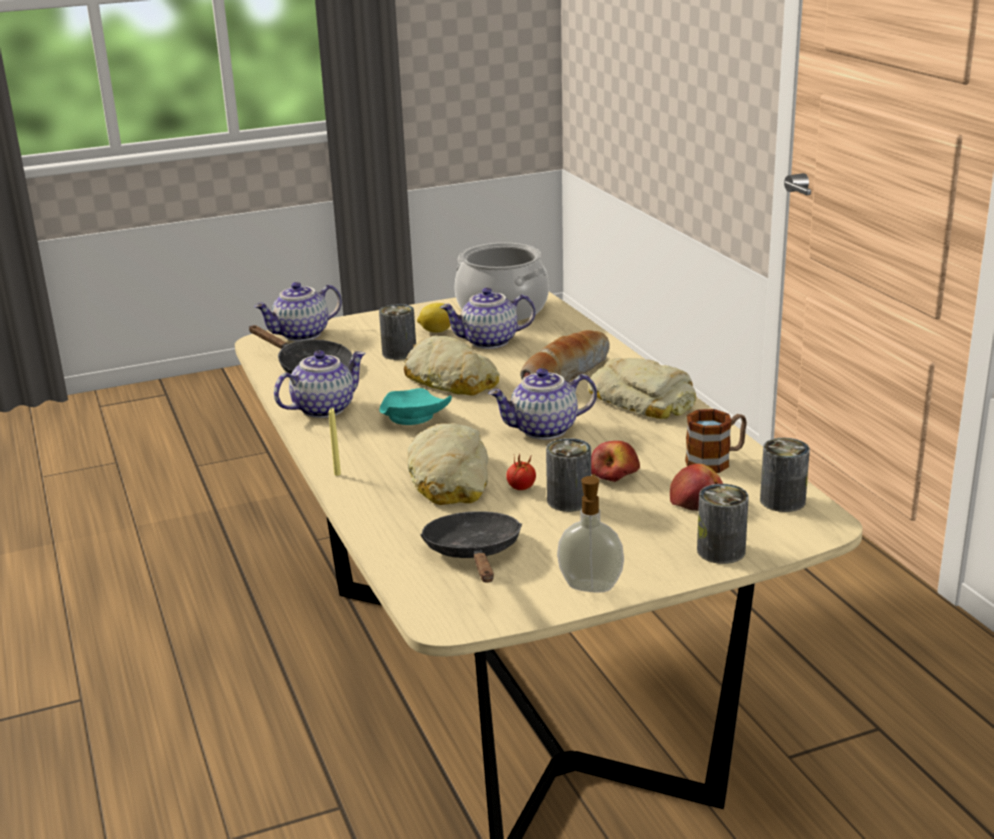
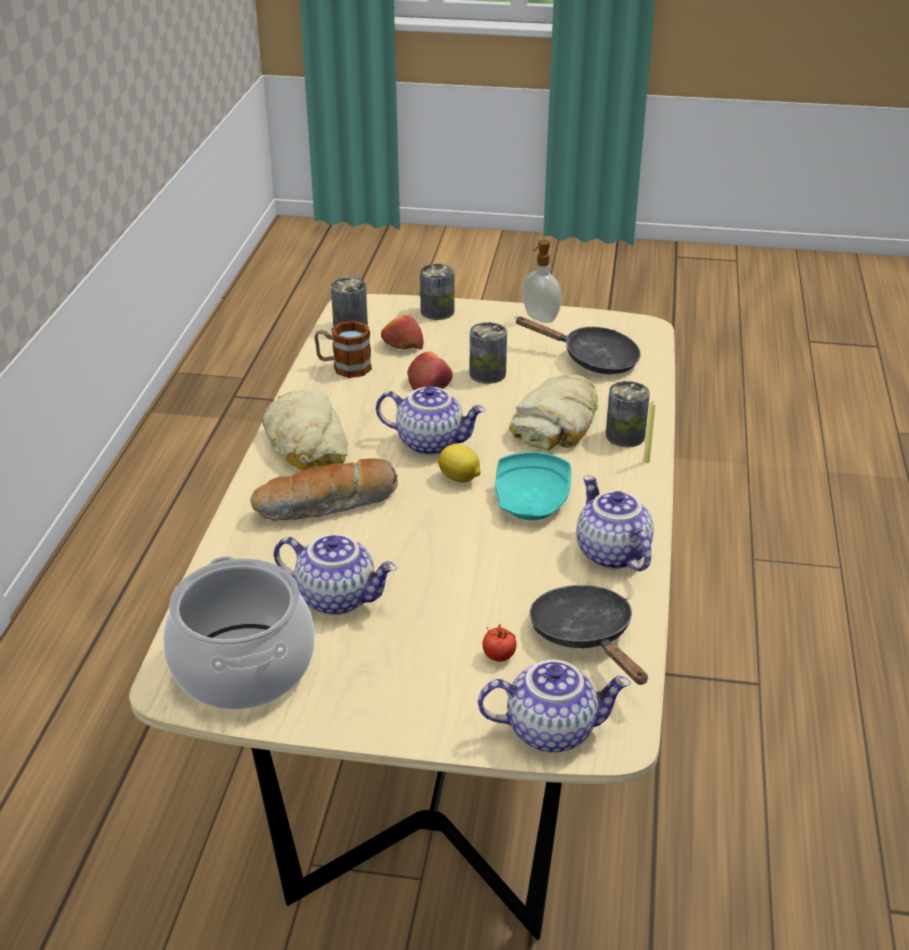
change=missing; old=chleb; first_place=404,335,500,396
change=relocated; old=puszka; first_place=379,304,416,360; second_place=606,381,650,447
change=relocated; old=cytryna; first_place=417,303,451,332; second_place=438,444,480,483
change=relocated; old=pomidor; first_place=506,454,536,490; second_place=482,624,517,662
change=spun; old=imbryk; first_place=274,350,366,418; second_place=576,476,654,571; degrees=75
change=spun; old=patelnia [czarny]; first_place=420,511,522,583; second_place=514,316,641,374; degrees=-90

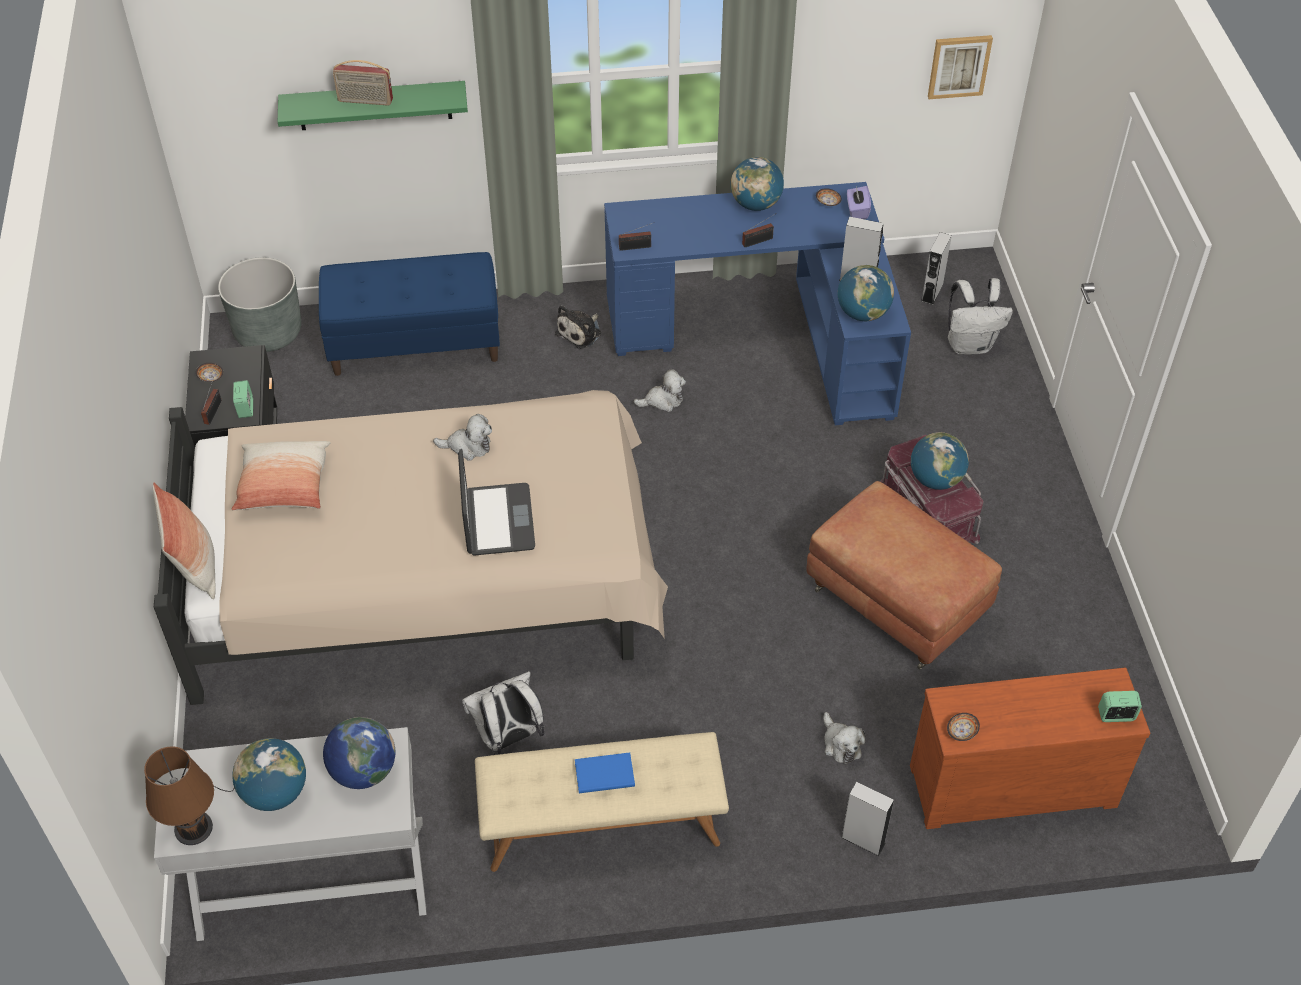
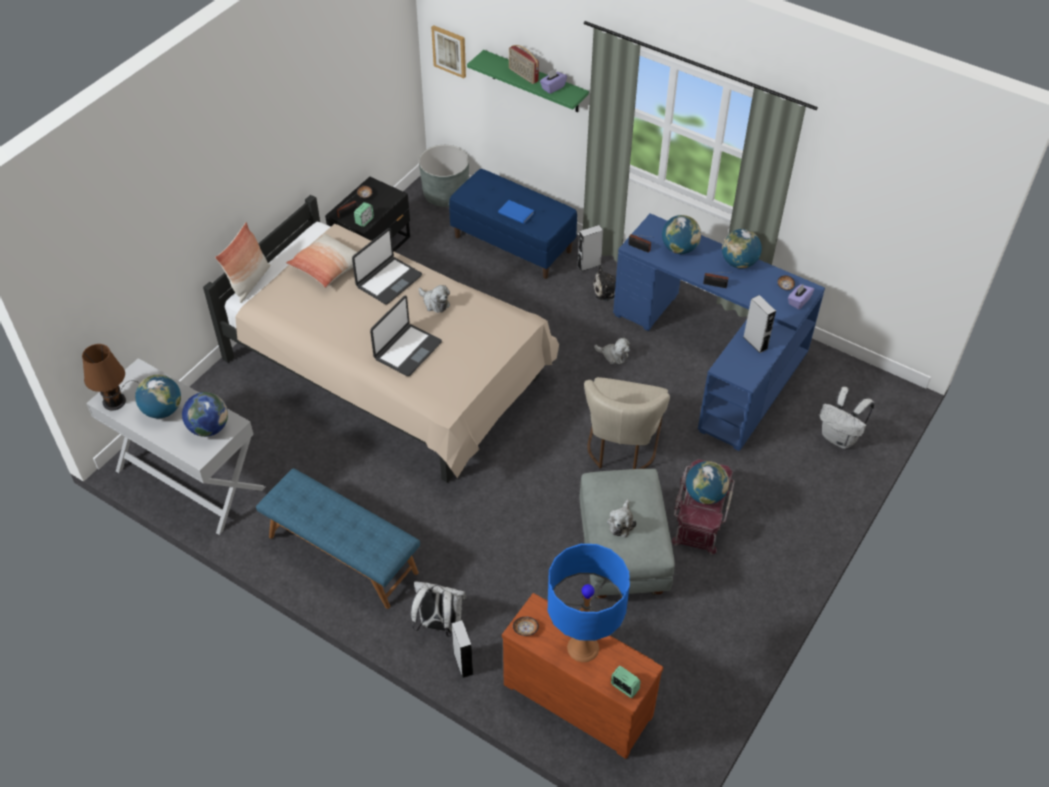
change=appeared; new=laptop; second_place=352,228,422,305
change=appeared; new=pudełko chusteczek [fioletowy]; second_place=540,69,567,94
change=appeared; new=lampa stołowa [niebieski]; second_place=548,544,630,662
change=appeared; new=krzesło [beżowy]; second_place=584,377,670,469
change=relocated; old=plecak [biały]; first_place=462,671,545,755; second_place=411,582,466,637
change=relocated; old=książka [niebieski]; first_place=575,752,635,793; second_place=498,200,534,224
change=relocated; old=pluszak; first_place=823,712,865,764; second_place=607,499,637,537
change=relocated; old=globus; first_place=838,265,894,321; second_place=662,215,701,254
change=relocated; old=głośnik [szary]; first_place=921,232,952,305; second_place=577,225,603,272
change=relocated; old=obraz; first_place=928,35,993,99; second_place=431,25,466,78
change=colour; old=ławka [beżowy]; new=ławka [niebieski]; first_place=475,732,729,872; second_place=256,468,420,609
change=colour; old=pufa [brązowy]; new=pufa [szary]; first_place=806,481,1002,669; second_place=579,469,675,599

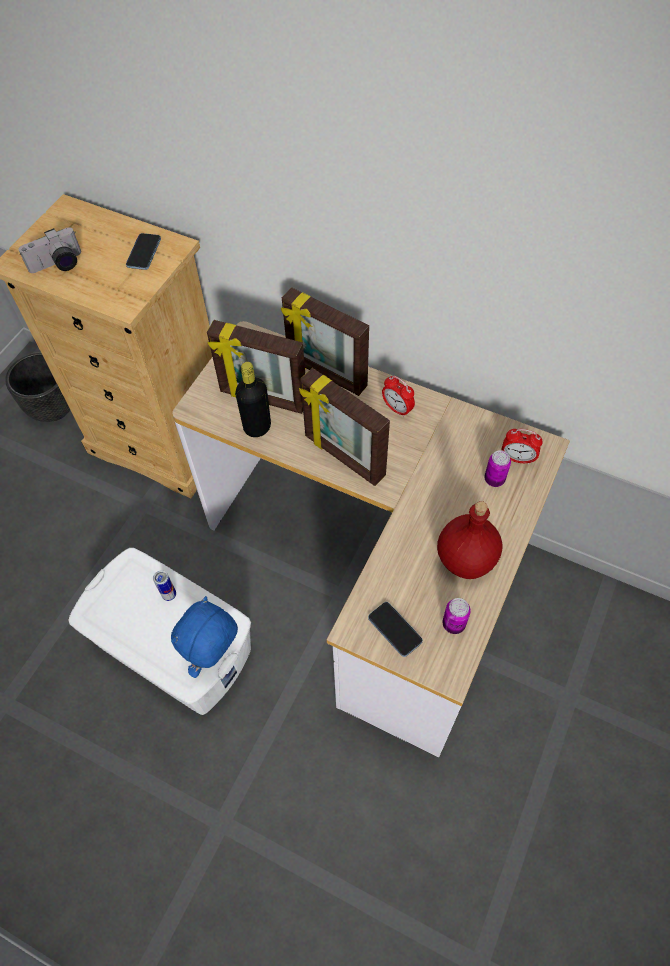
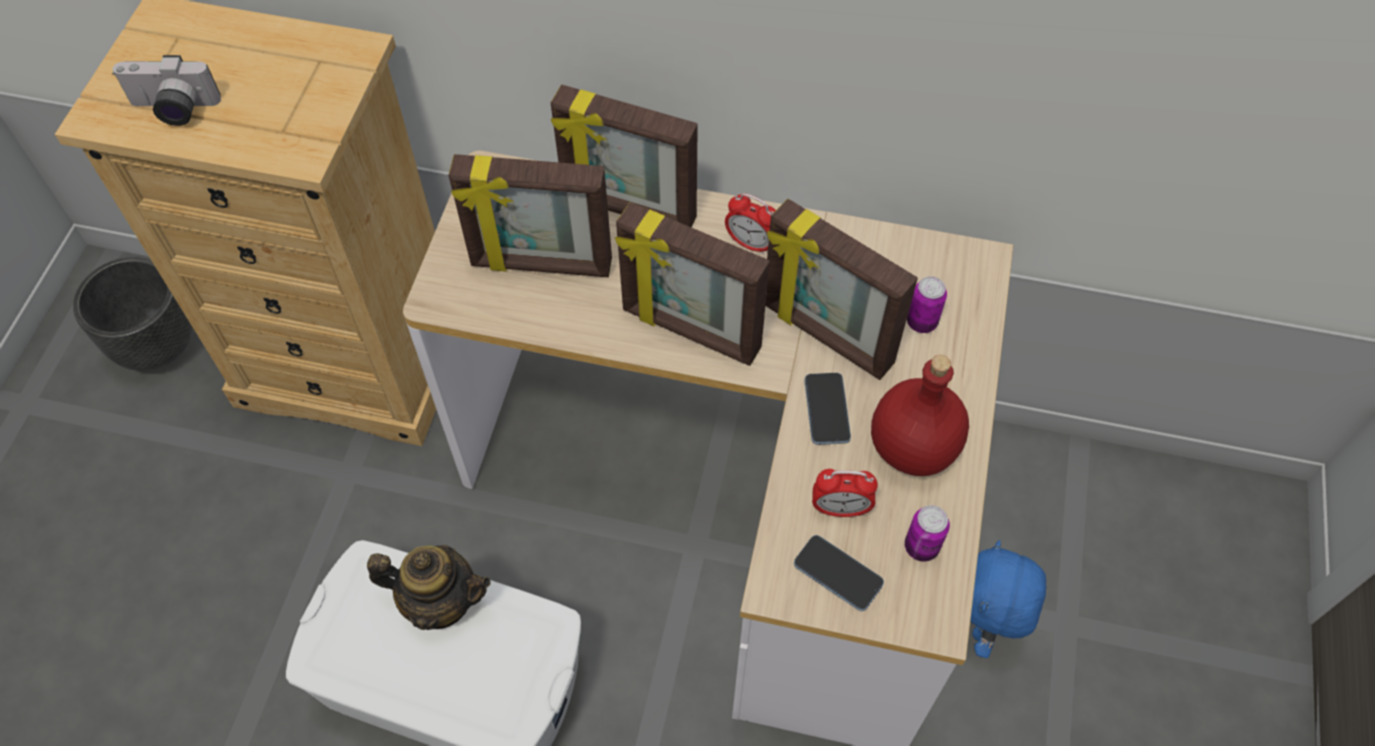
change=missing; old=butelka [czarny]; first_place=235,362,271,437
change=appeared; new=ramka na zdjęcie; second_place=766,199,918,380
change=relocated; old=telefon; first_place=126,233,161,270; second_place=804,373,851,445
change=relocated; old=pluszak [niebieski]; first_place=171,596,238,678; second_place=970,540,1046,658
change=relocated; old=budzik; first_place=502,429,543,465; second_place=812,469,878,517
change=exchanged; old=puszka; new=imbryk; first_place=153,570,176,601; second_place=367,545,491,630
change=spun; old=aparat fotograficzny; first_place=18,227,81,273; second_place=112,55,221,126; degrees=45

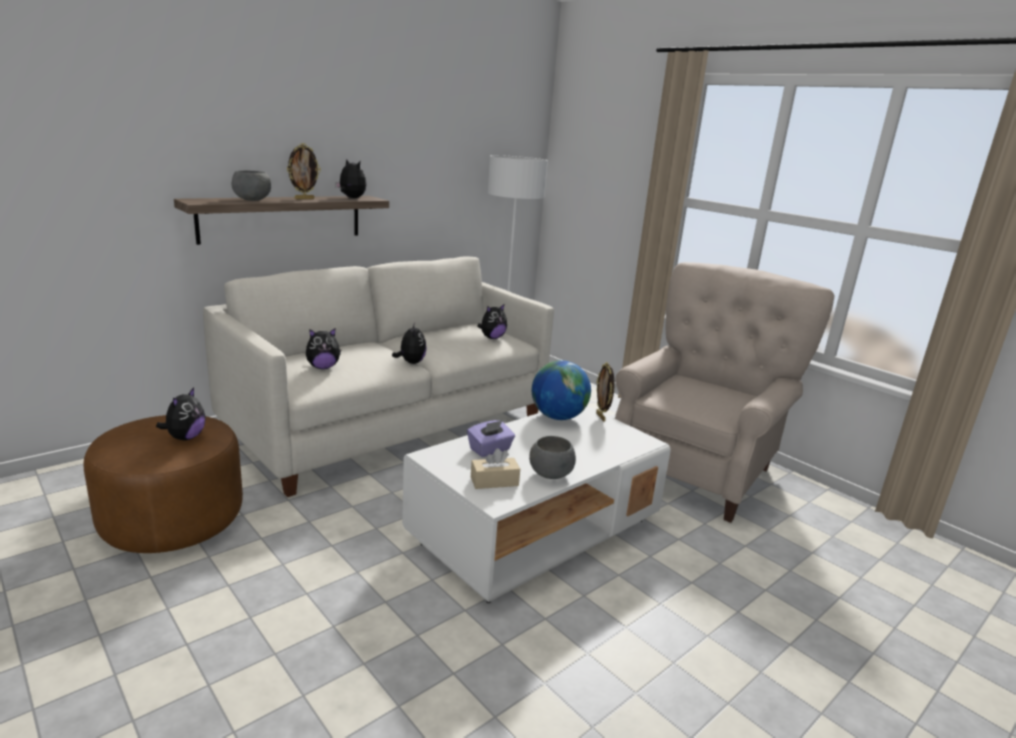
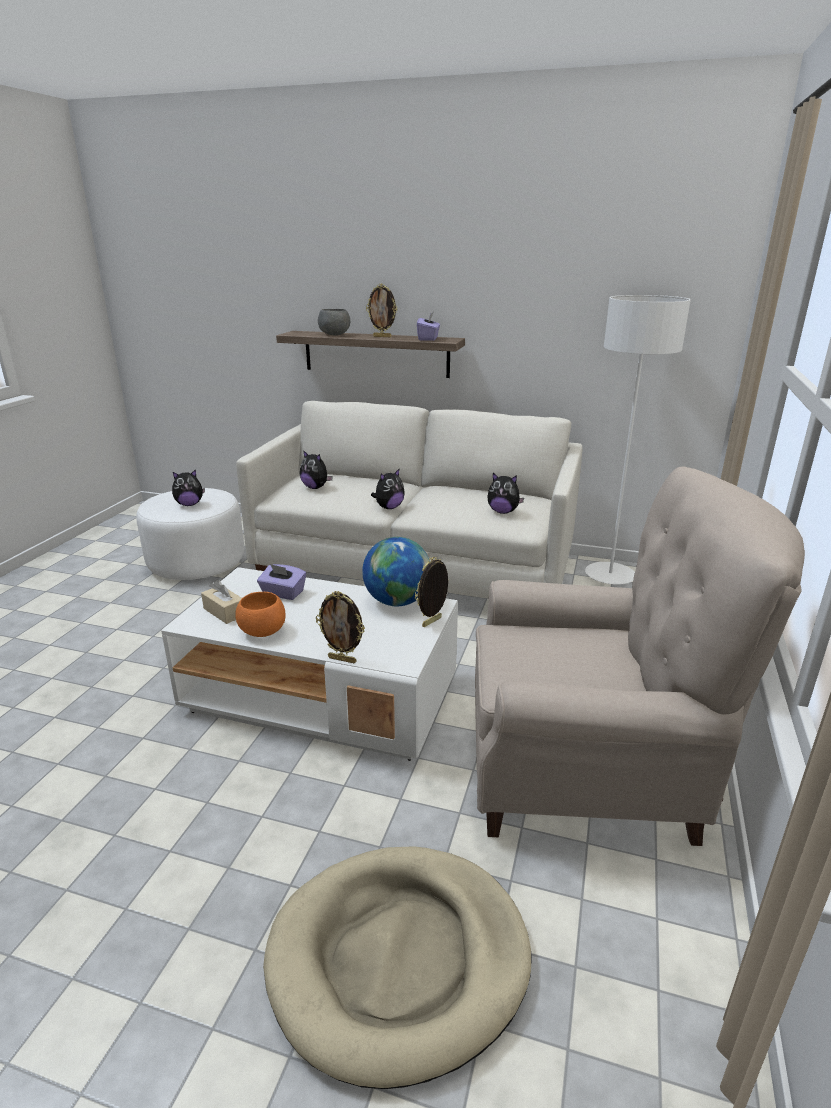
change=appeared; new=legowisko [beżowy]; second_place=263,846,532,1089
change=appeared; new=ramka na zdjęcie; second_place=316,591,365,663
change=exchanged; old=pluszak; new=pudełko chusteczek [fioletowy]; first_place=335,160,367,198; second_place=417,313,440,341
change=colour; old=pufa [brązowy]; new=pufa [biały]; first_place=83,415,243,553; second_place=136,488,244,580
change=colour; old=miska [szary]; new=miska [pomarańczowy]; first_place=529,436,576,479; second_place=235,592,286,637

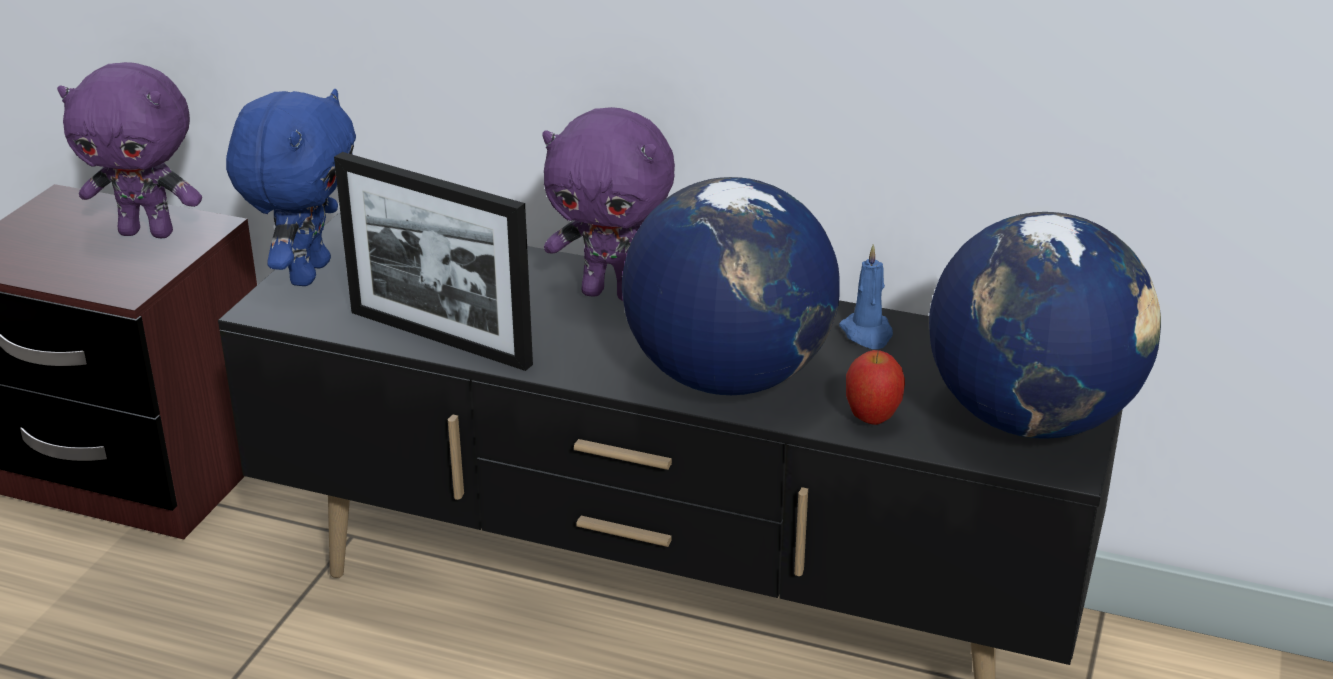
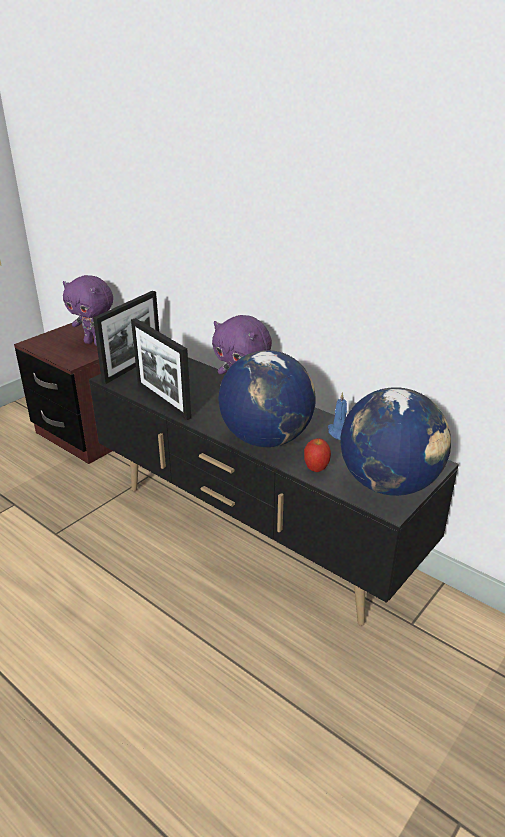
change=exchanged; old=pluszak [niebieski]; new=ramka na zdjęcie; first_place=226,89,356,286; second_place=93,291,159,384

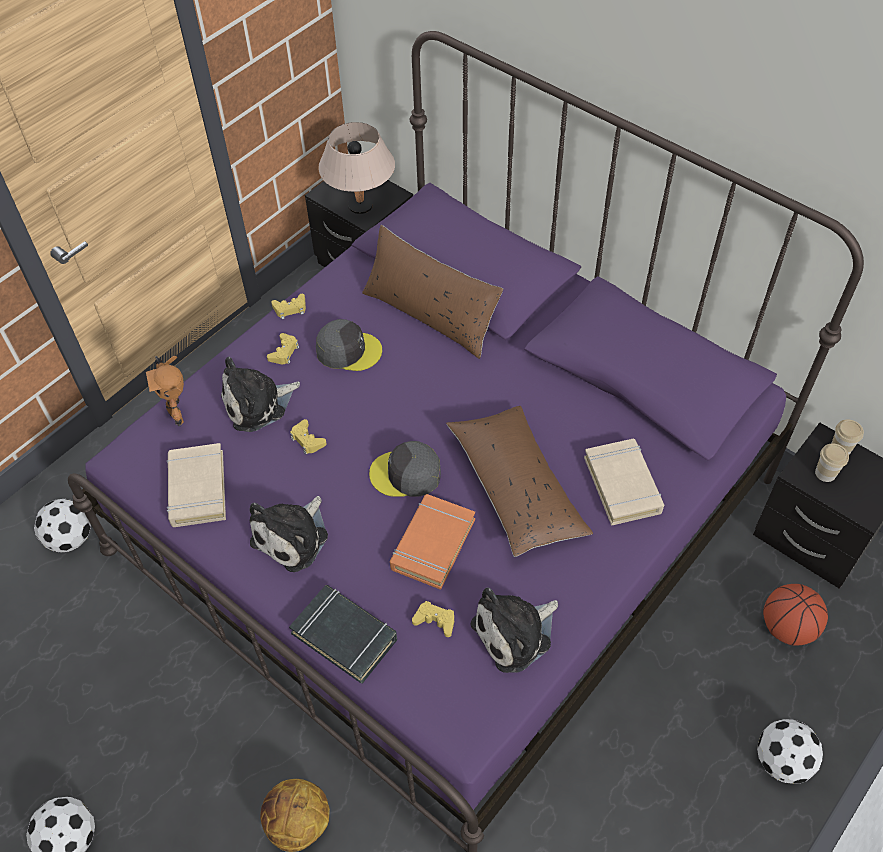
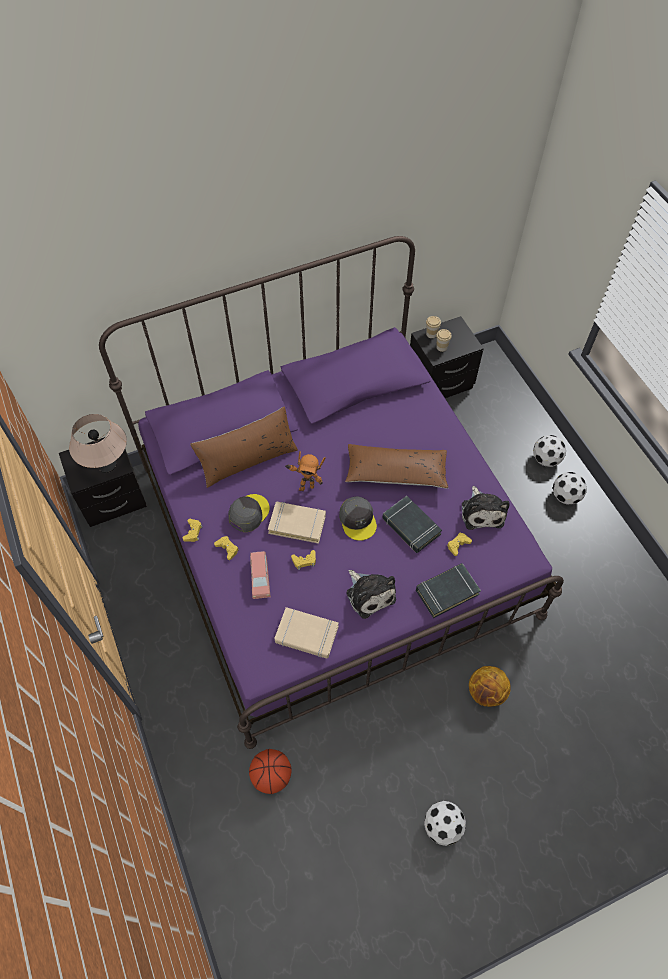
change=relocated; old=piłka futbolowa; first_place=34,499,91,552; second_place=553,472,587,505
change=relocated; old=robot zabawkowy; first_place=146,356,184,426; second_place=285,451,326,491
change=relocated; old=książka [beżowy]; first_place=584,439,664,526; second_place=268,502,326,544
change=relocated; old=piłka do koszykówki; first_place=763,584,828,646; second_place=249,749,292,794
change=exchanged; old=pluszak; new=samochodzik [różowy]; first_place=221,357,300,432; second_place=250,551,271,599
change=colour; old=książka [pomarańczowy]; new=książka [czarny]; first_place=390,494,475,590; second_place=382,496,442,553
change=spun; old=czapka z daszkiem [szary]; first_place=369,441,441,497; second_place=339,496,377,541; degrees=-45

